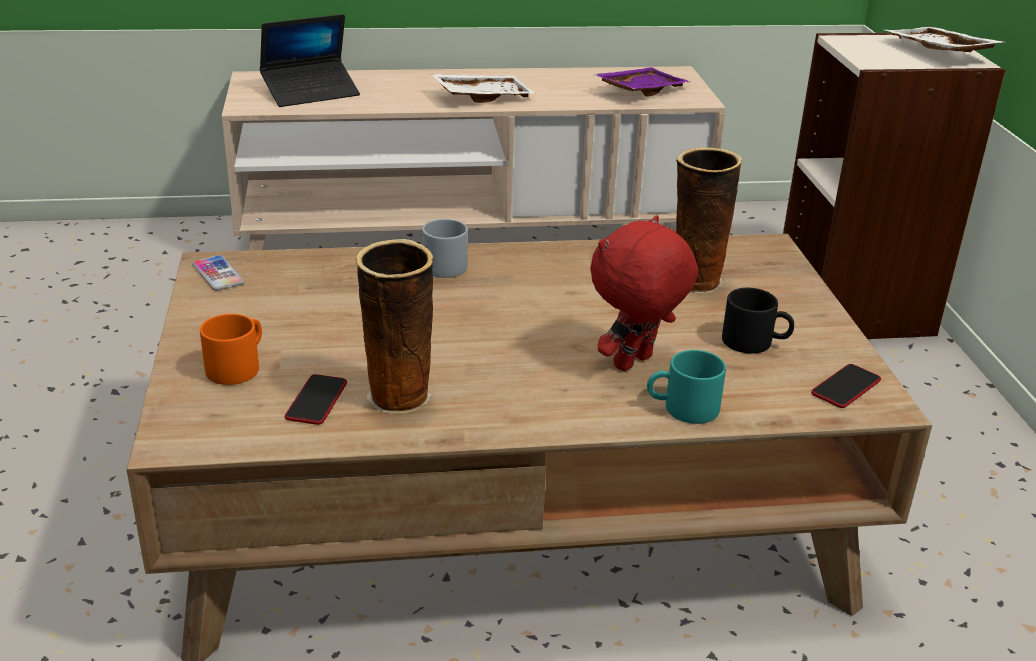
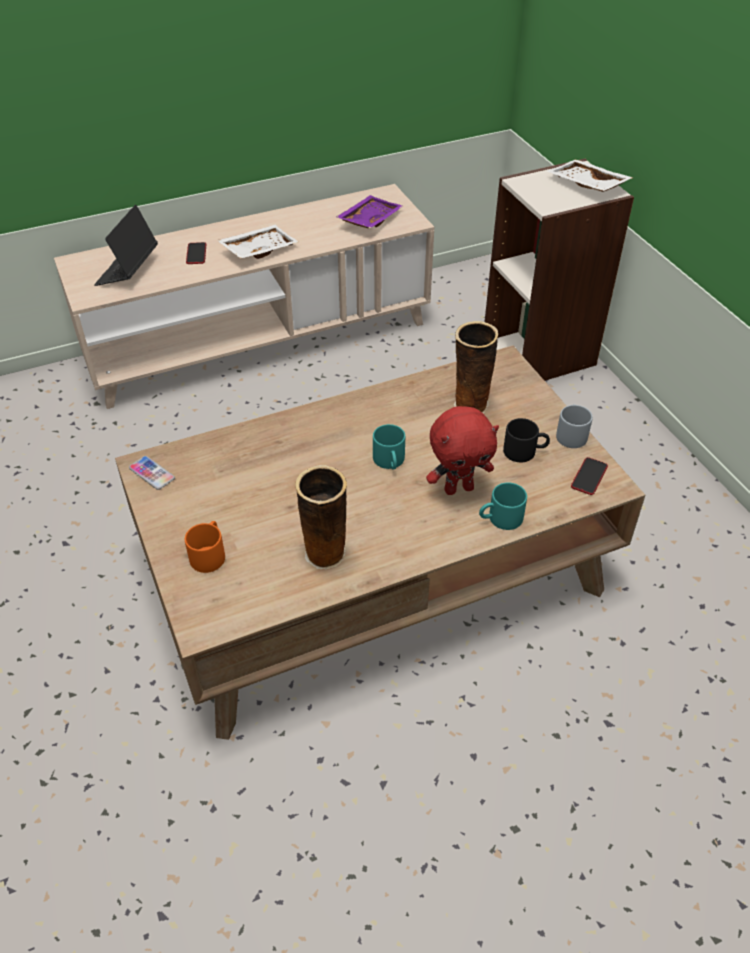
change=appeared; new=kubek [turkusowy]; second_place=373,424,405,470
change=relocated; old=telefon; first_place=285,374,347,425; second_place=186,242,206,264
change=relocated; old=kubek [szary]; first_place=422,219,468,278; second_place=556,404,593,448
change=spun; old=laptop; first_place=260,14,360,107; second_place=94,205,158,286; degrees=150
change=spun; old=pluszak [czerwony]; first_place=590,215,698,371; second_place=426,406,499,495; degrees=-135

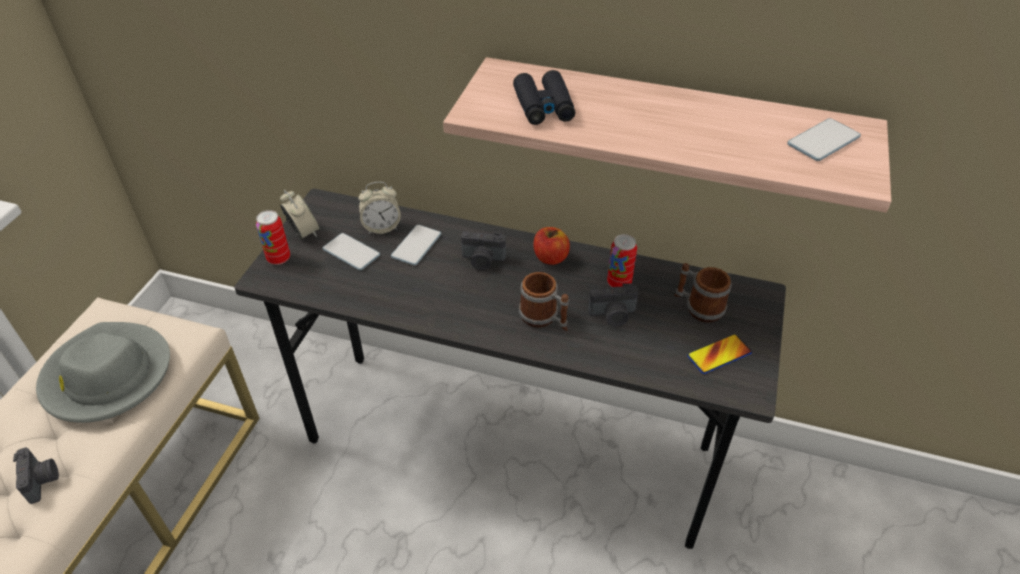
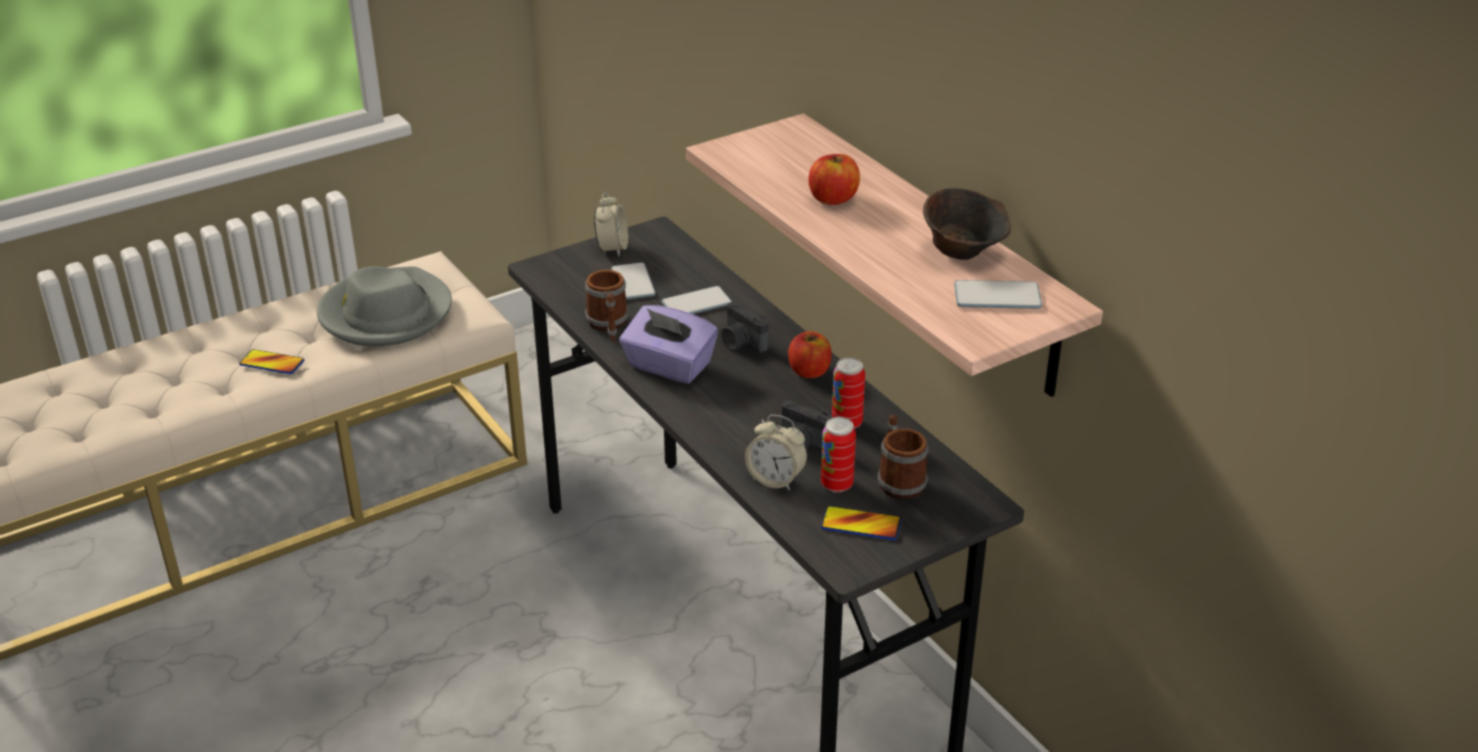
change=missing; old=lornetka [czarny]; first_place=513,70,575,125
change=appeared; new=pudełko chusteczek [fioletowy]; second_place=619,305,718,384
change=appeared; new=jabłko; second_place=809,154,860,205
change=appeared; new=miska [brązowy]; second_place=923,188,1011,260
change=relocated; old=puszka; first_place=256,210,290,265; second_place=821,417,856,492
change=relocated; old=budzik; first_place=358,182,401,234; second_place=745,415,807,491
change=relocated; old=kubek; first_place=519,272,569,331; second_place=585,270,628,342
change=exchanged; old=aparat fotograficzny; new=telefon; first_place=13,447,59,504; second_place=239,349,304,374

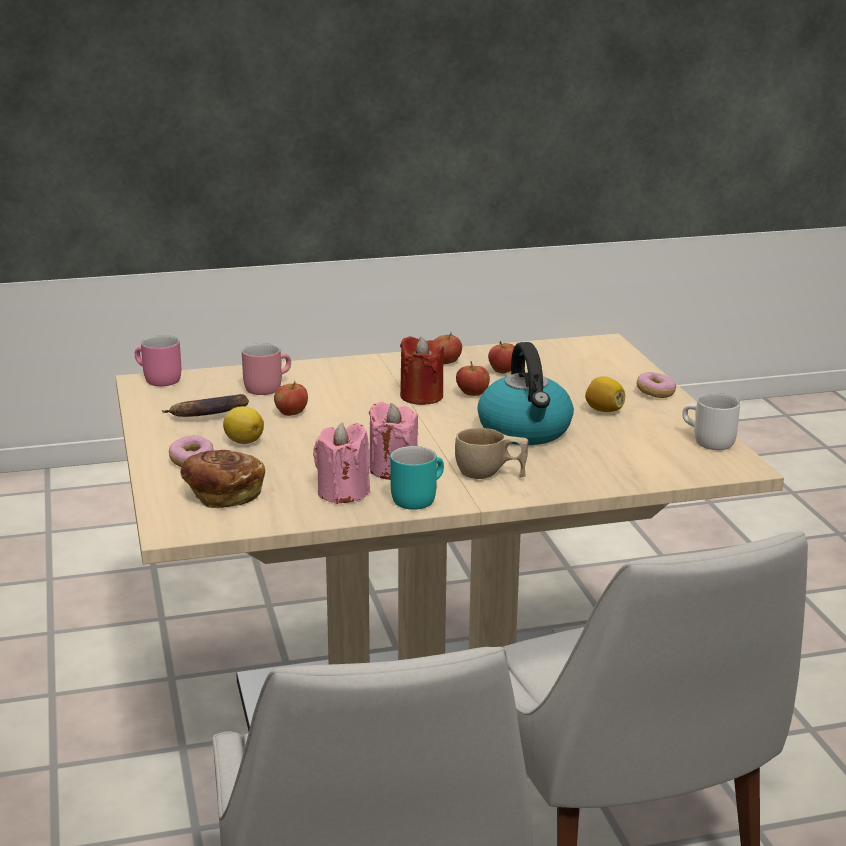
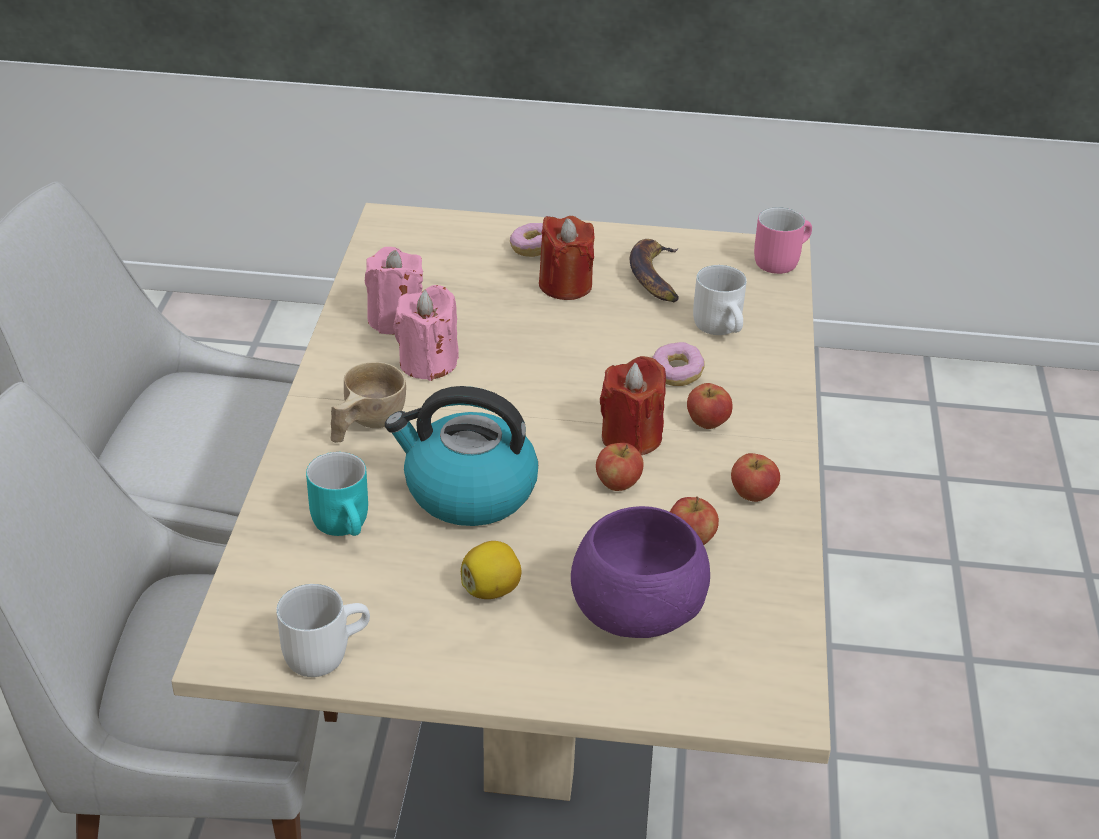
change=missing; old=chleb; first_place=181,450,265,508
change=appeared; new=miska [fioletowy]; second_place=571,506,710,638
change=relocated; old=jabłko; first_place=274,381,308,416; second_place=687,383,732,429
change=relocated; old=kubek [turkusowy]; first_place=390,446,444,510; second_place=306,452,368,536
change=relocated; old=donut; first_place=637,372,676,398; second_place=652,342,705,386
change=exchanged; old=cytryna; new=świeca [czerwony]; first_place=223,406,264,444; second_place=539,216,595,300
change=colour; old=kubek [różowy]; new=kubek [biały]; first_place=242,343,291,395; second_place=693,265,747,335

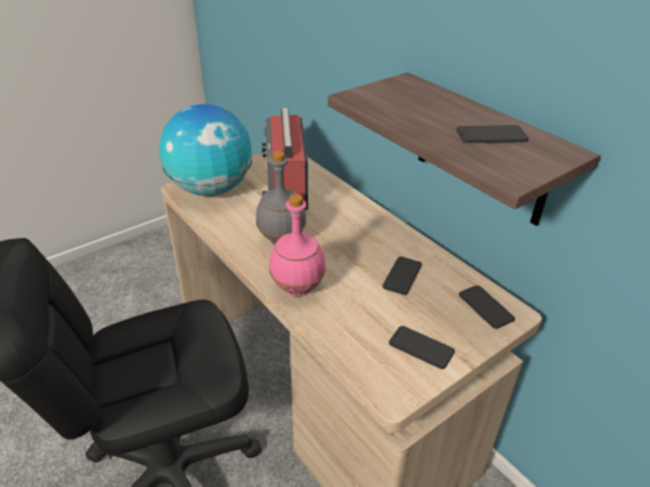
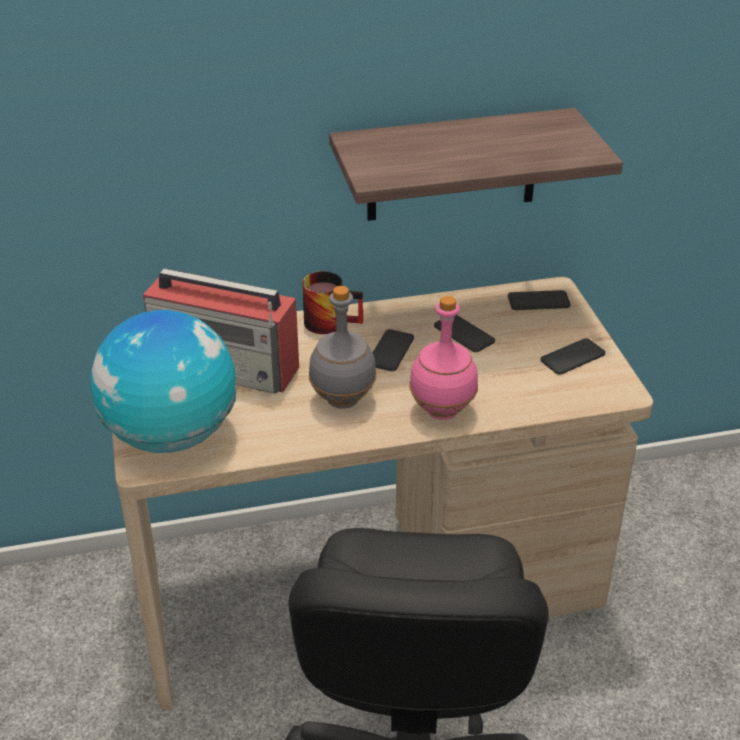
change=appeared; new=kubek; second_place=302,271,363,334
change=relocated; old=telefon; first_place=456,125,528,143; second_place=373,329,414,371

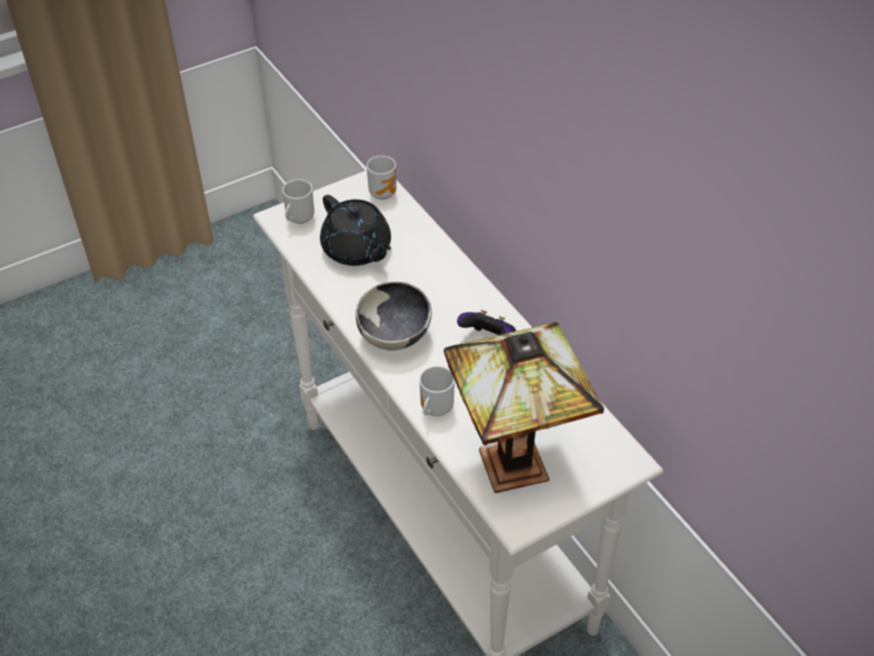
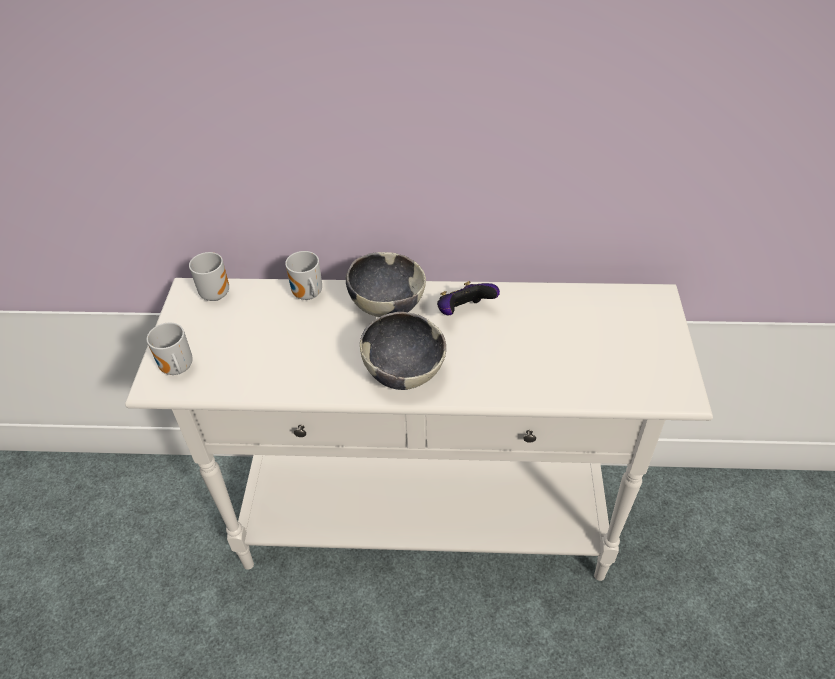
change=missing; old=imbryk [czarny]; first_place=320,195,391,266
change=missing; old=lampa stołowa; first_place=444,322,604,493
change=appeared; new=miska; second_place=346,252,426,317
change=relocated; old=kubek; first_place=419,366,455,416; second_place=285,251,322,300

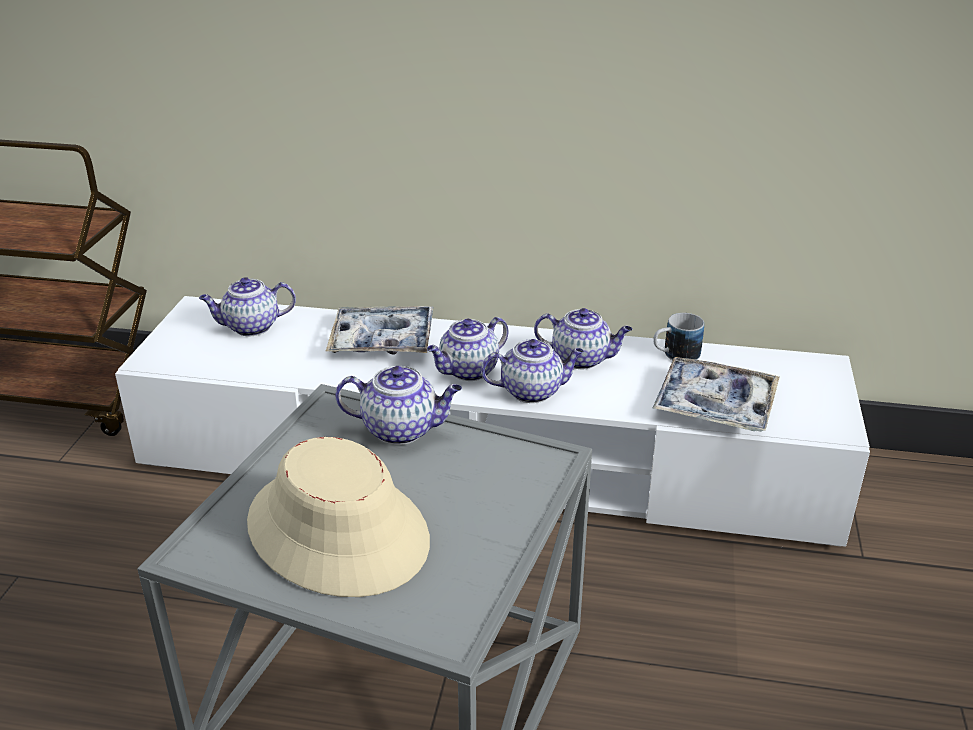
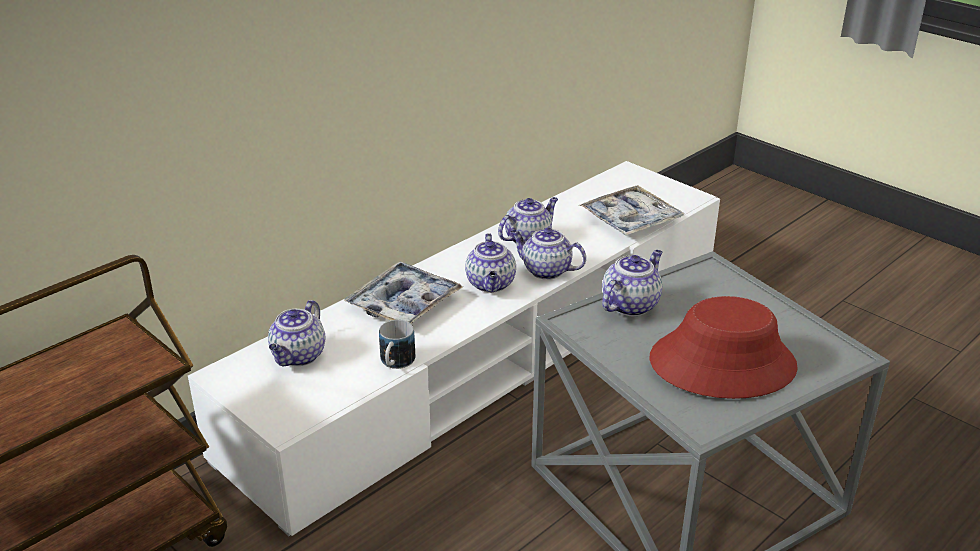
change=relocated; old=kubek; first_place=653,313,704,360; second_place=379,320,415,369
change=colour; old=kapelusz [beżowy]; new=kapelusz [czerwony]; first_place=247,437,430,597; second_place=649,296,798,399
change=spun; old=imbryk; first_place=481,339,584,403; second_place=510,228,586,280; degrees=-90

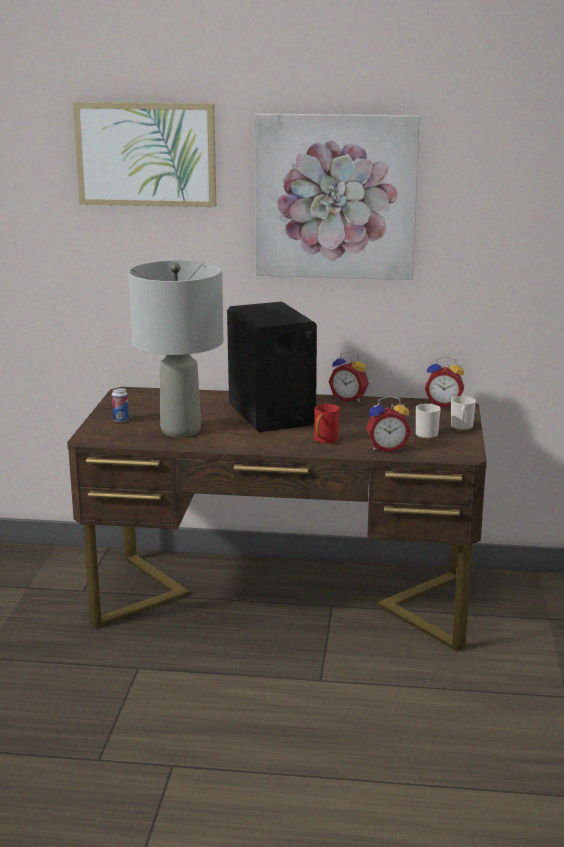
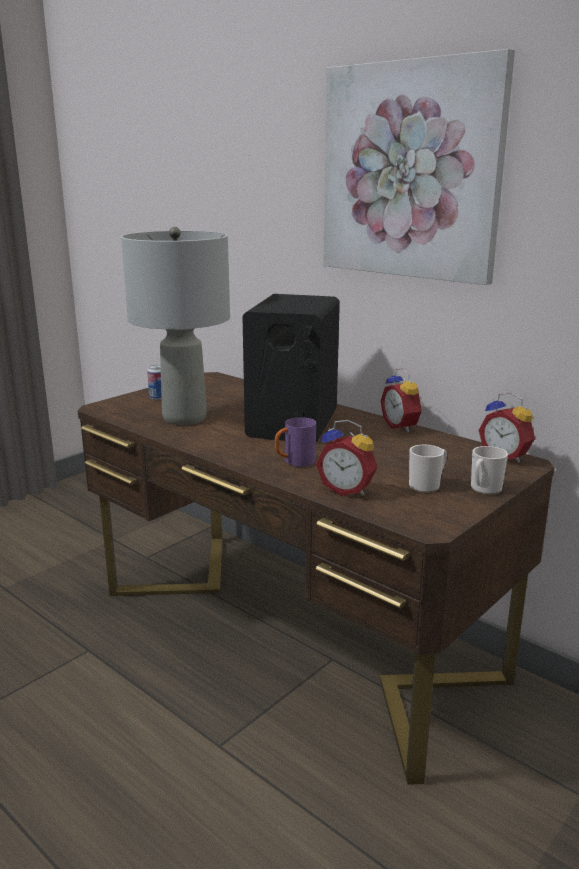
change=missing; old=obraz; first_place=73,102,216,207
change=colour; old=kubek [czerwony]; new=kubek [fioletowy]; first_place=314,404,339,443; second_place=275,417,316,467

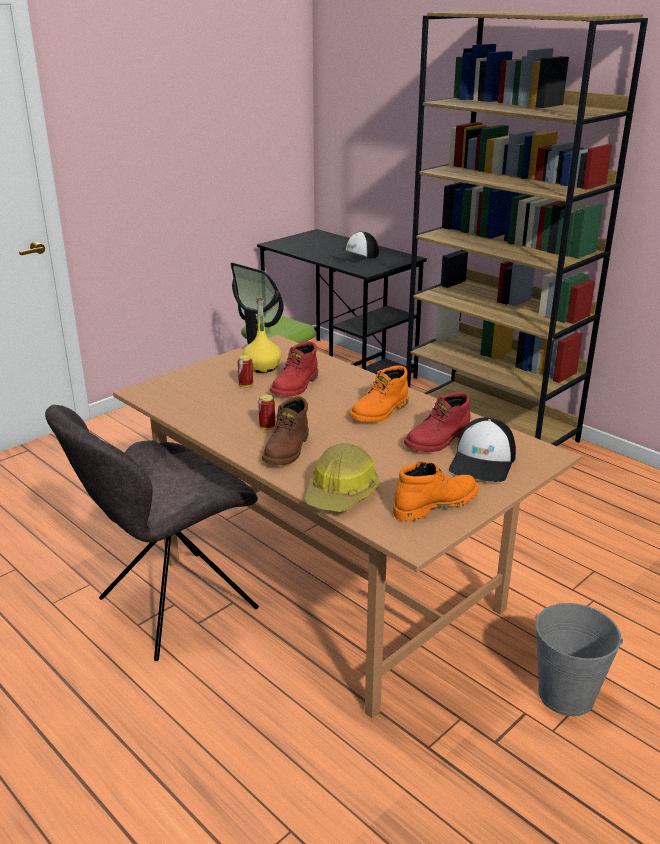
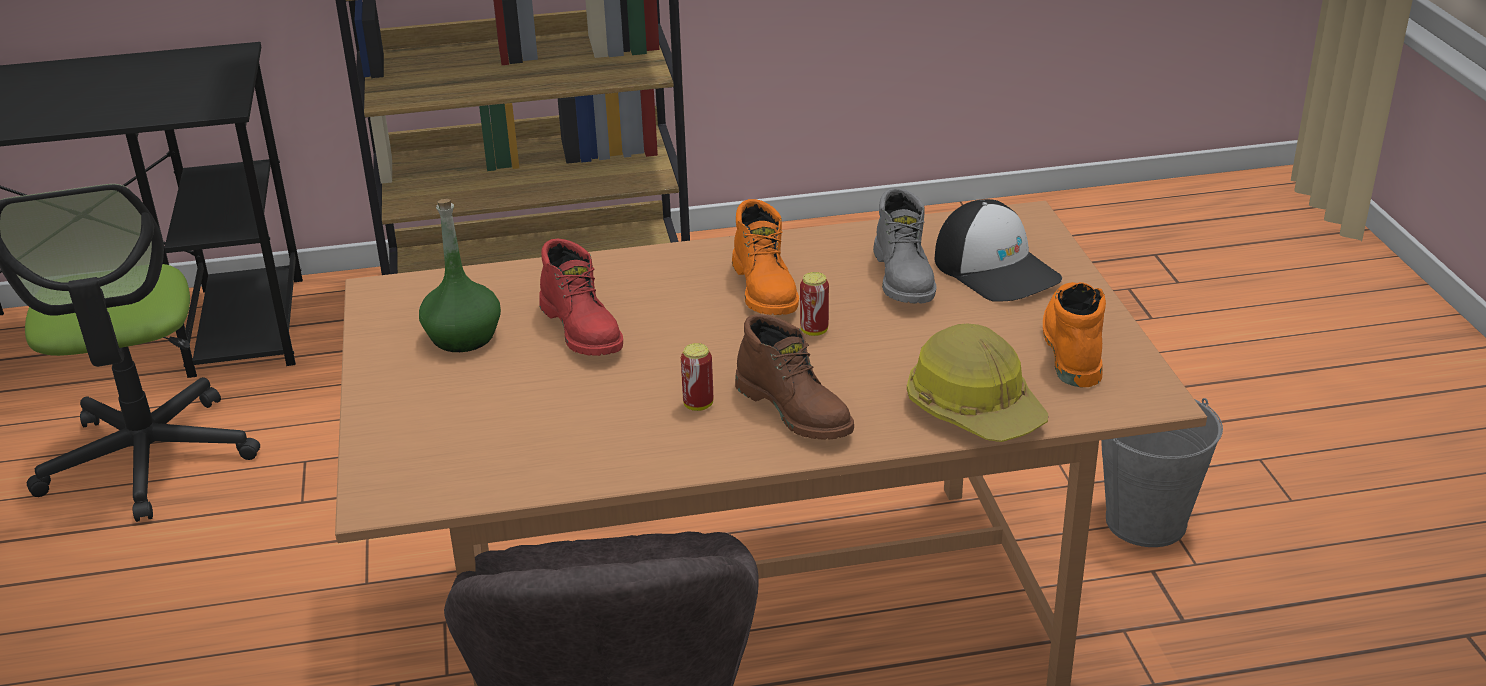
change=missing; old=czapka z daszkiem; first_place=332,231,379,263
change=relocated; old=puszka; first_place=238,355,253,388; second_place=800,272,829,336
change=colour; old=butelka [żółty]; new=butelka [zielony]; first_place=243,297,281,373; second_place=419,199,501,352
change=colour; old=but z cholewką [czerwony]; new=but z cholewką [szary]; first_place=404,392,470,452; second_place=873,188,936,303

